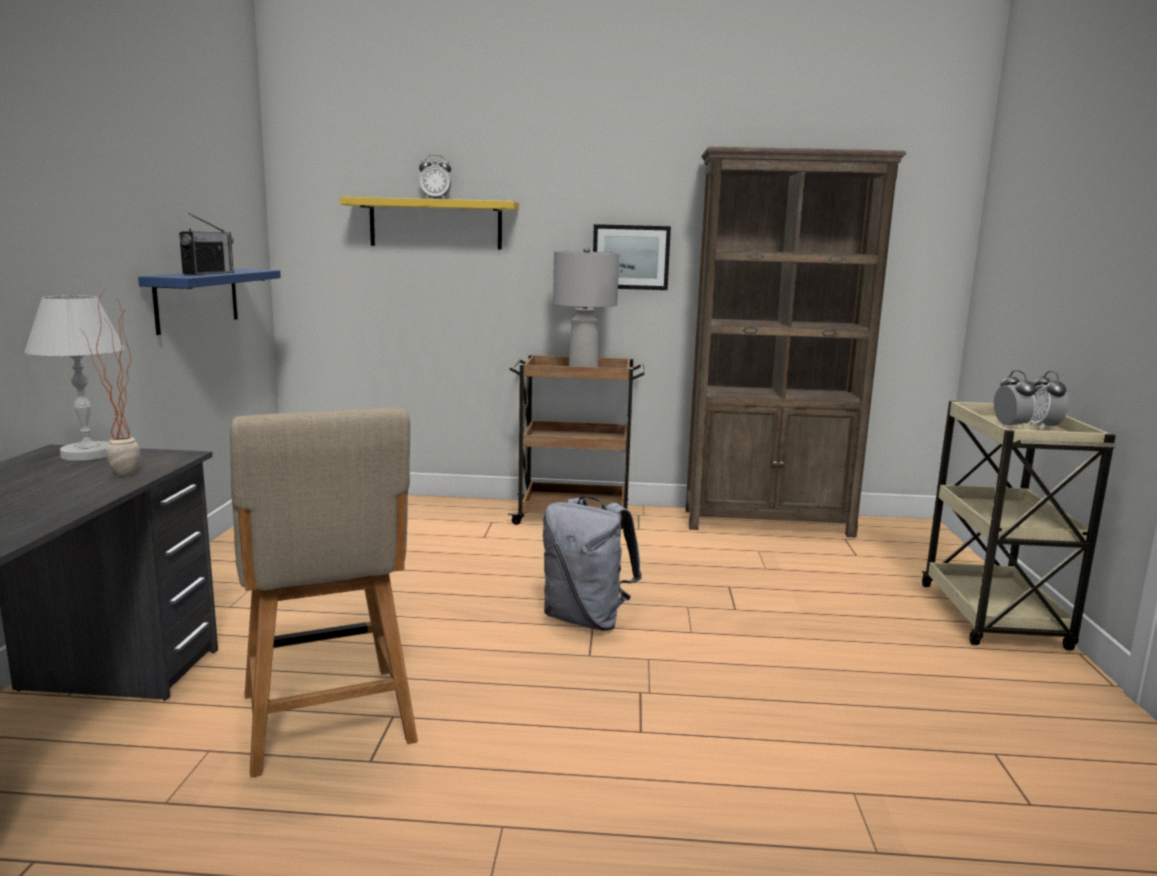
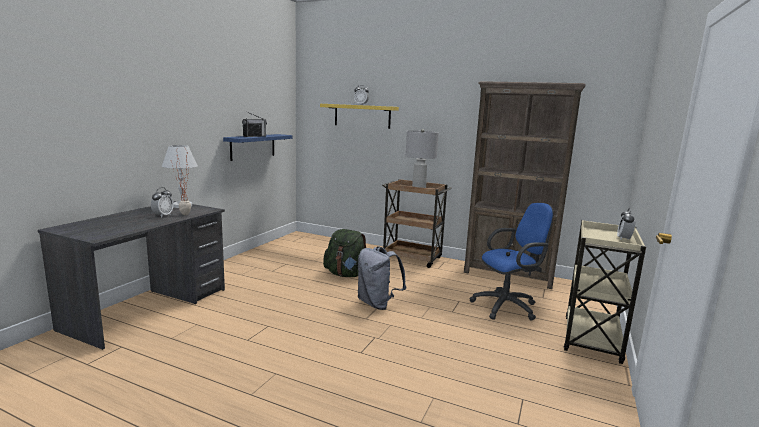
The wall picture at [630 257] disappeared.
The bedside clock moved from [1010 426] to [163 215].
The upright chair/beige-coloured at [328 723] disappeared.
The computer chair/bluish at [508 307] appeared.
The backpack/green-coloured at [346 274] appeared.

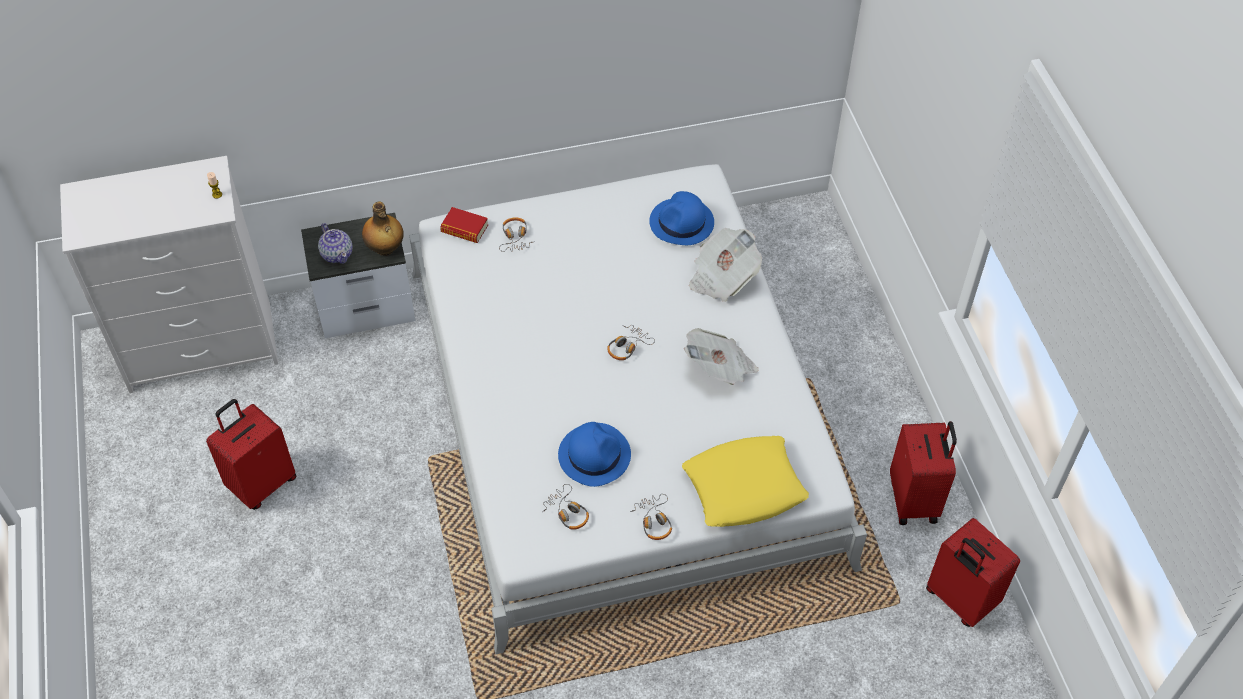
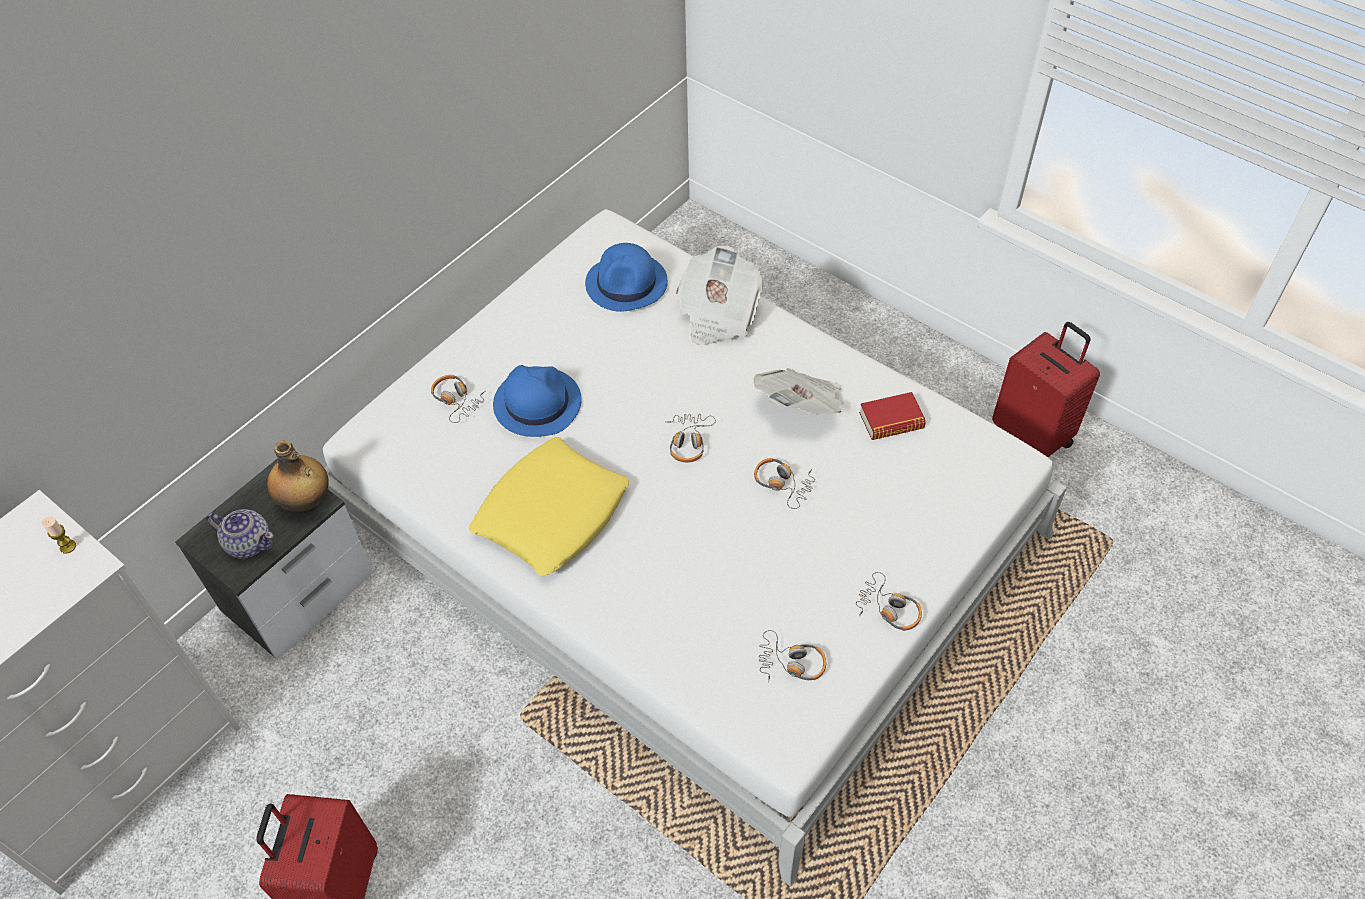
The bound book moved from [464 229] to [891 421].
The clothing hat/bluish moved from [594 454] to [537 402].
The cushion/yellow moved from [744 487] to [552 513].
The travel case/red-coloured at [959 599] disappeared.
The headset at [782 484] appeared.

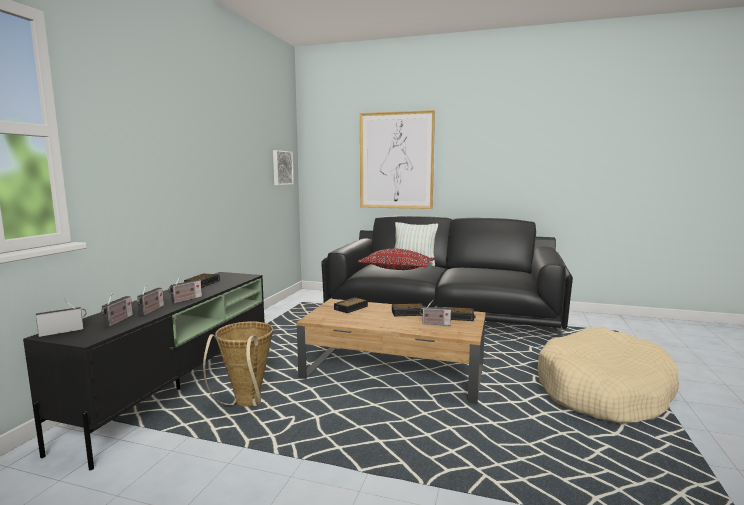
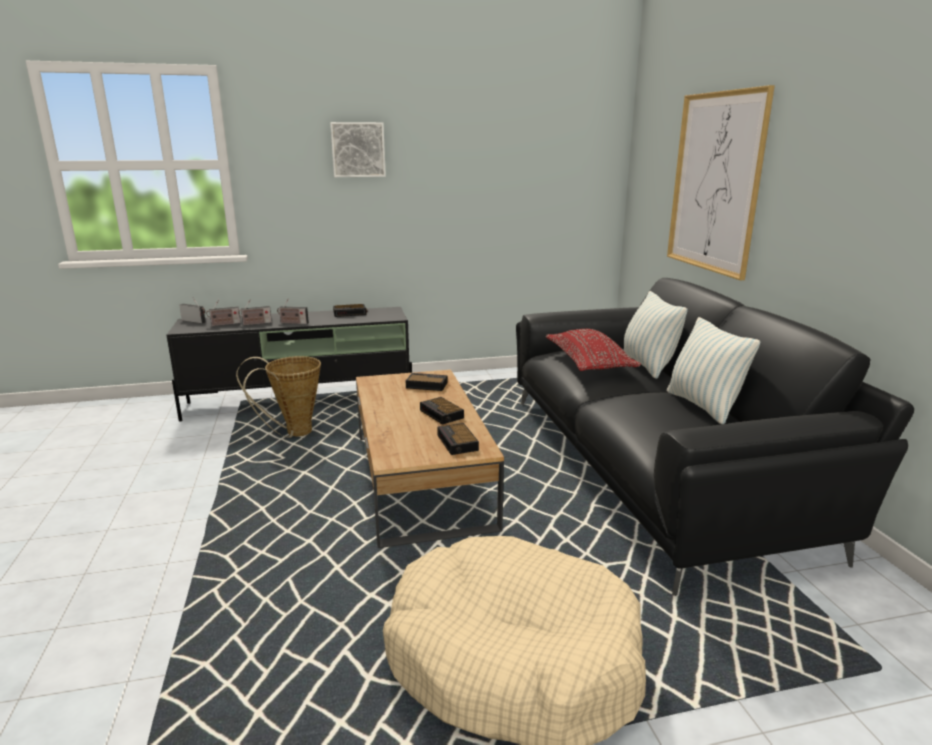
The wall picture moved from [281 168] to [358 149].
The radio receiver at [435 324] disappeared.
The cushion at [703 406] appeared.

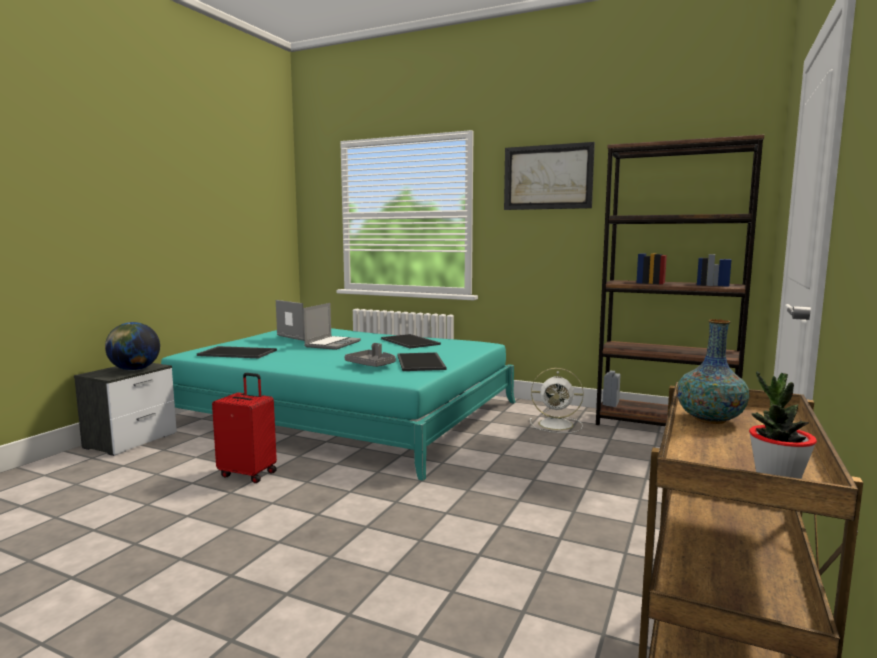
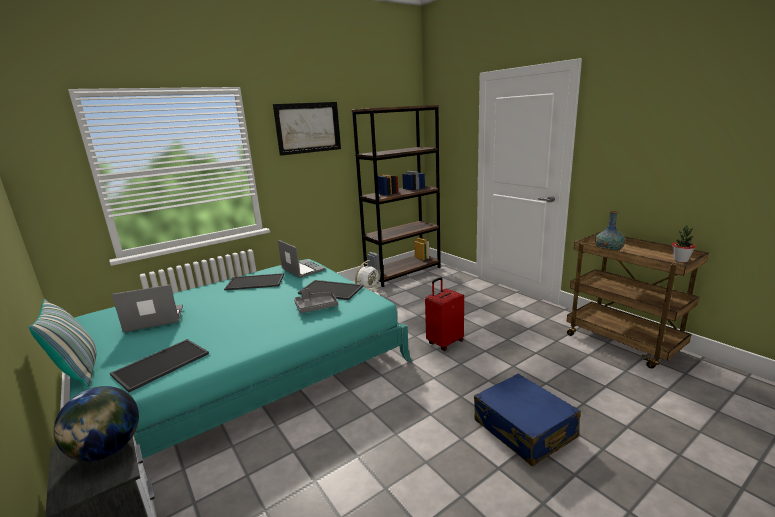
The laptop moved from [332 344] to [302 269].
The travel case/red-coloured moved from [249 473] to [444 342].
The cushion at [79 371] appeared.
The travel case/bluish at [524 429] appeared.

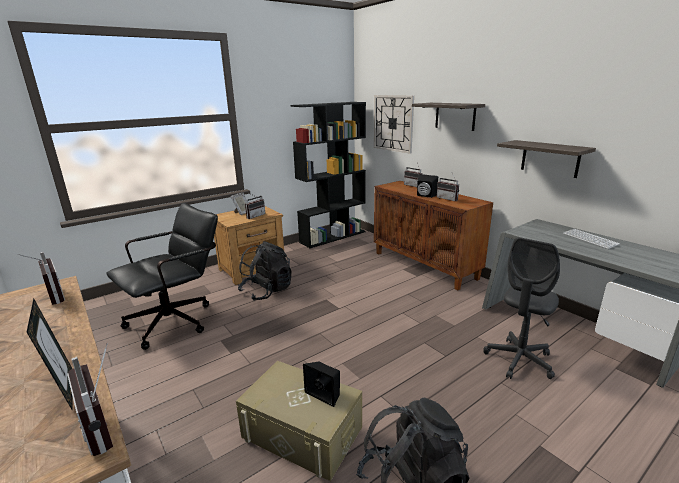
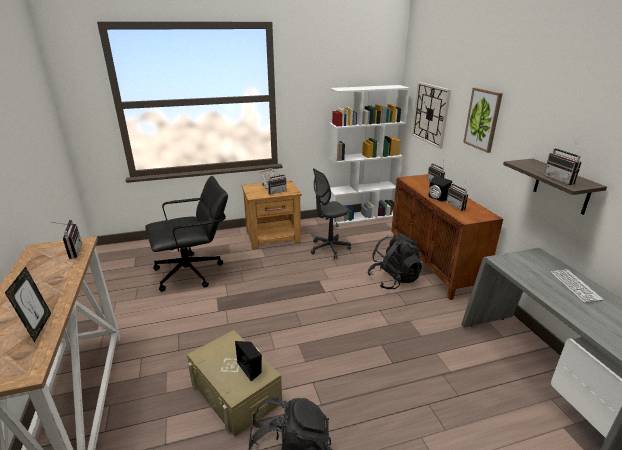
The bookshelf/black-coloured at [333 237] became the bookshelf/whitish at [362 216].
The shelf at [455 116] was replaced by the wall picture at [483 119].
The computer chair/grey moved from [519 360] to [329 248].
The backpack/black-coloured moved from [267 291] to [393 279].
The radio receiver moved from [107 425] to [561 180].

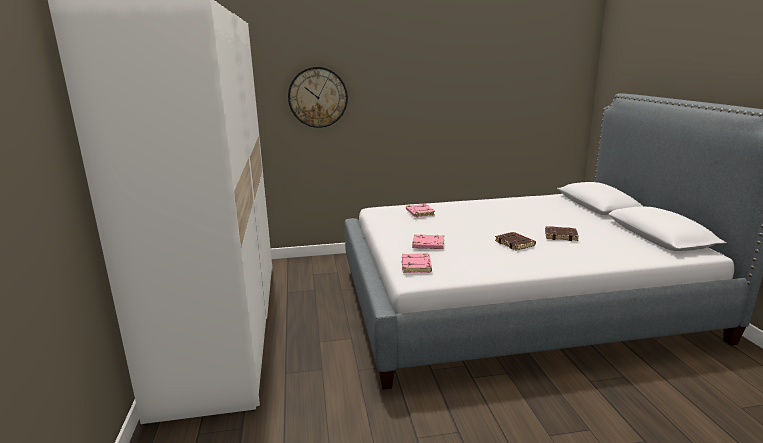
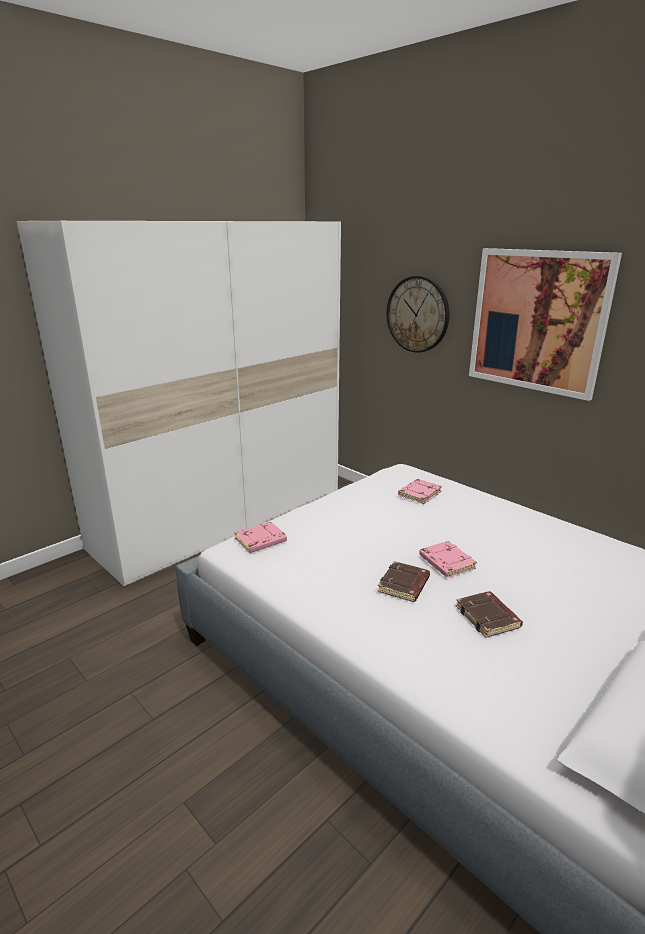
The bound book/pinkish moved from [427 245] to [445 562].
The wall picture at [537 321] appeared.

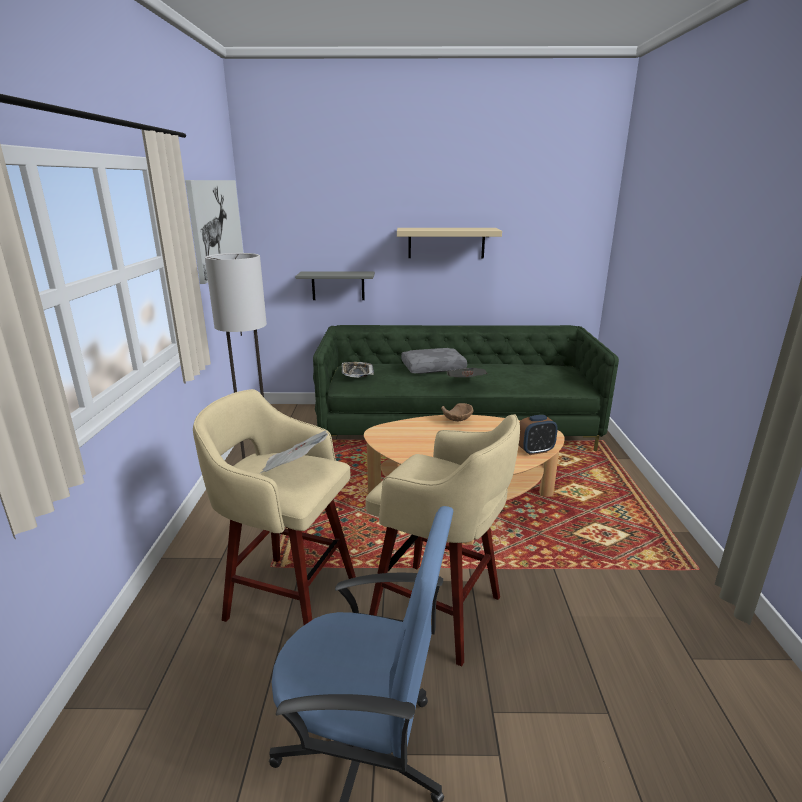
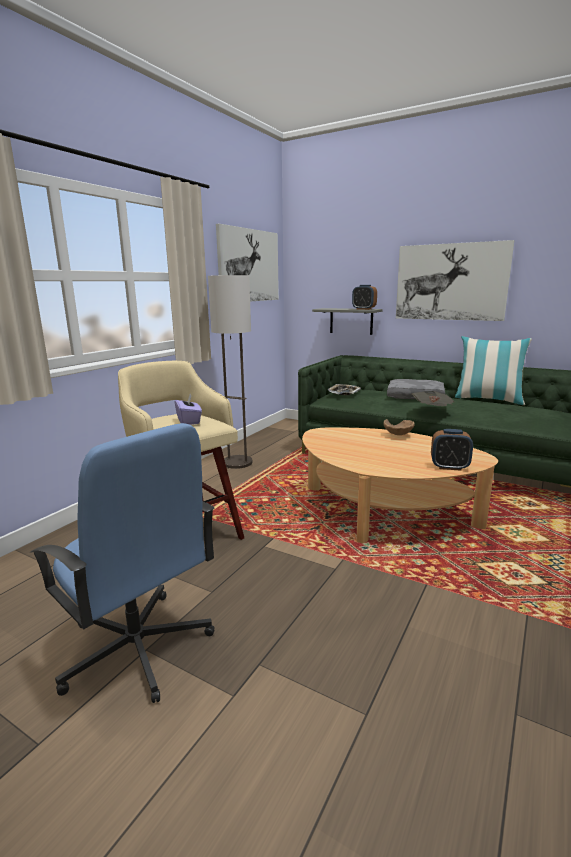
The shelf/beige-coloured at [446 243] was replaced by the wall picture at [450 282].
The sitting stool/beige-coloured at [440 612] disappeared.
The daily paper at [294 468] was replaced by the box of tissues/purple at [189 421].
The bedside clock at [364 309] appeared.
The cushion at [488 399] appeared.

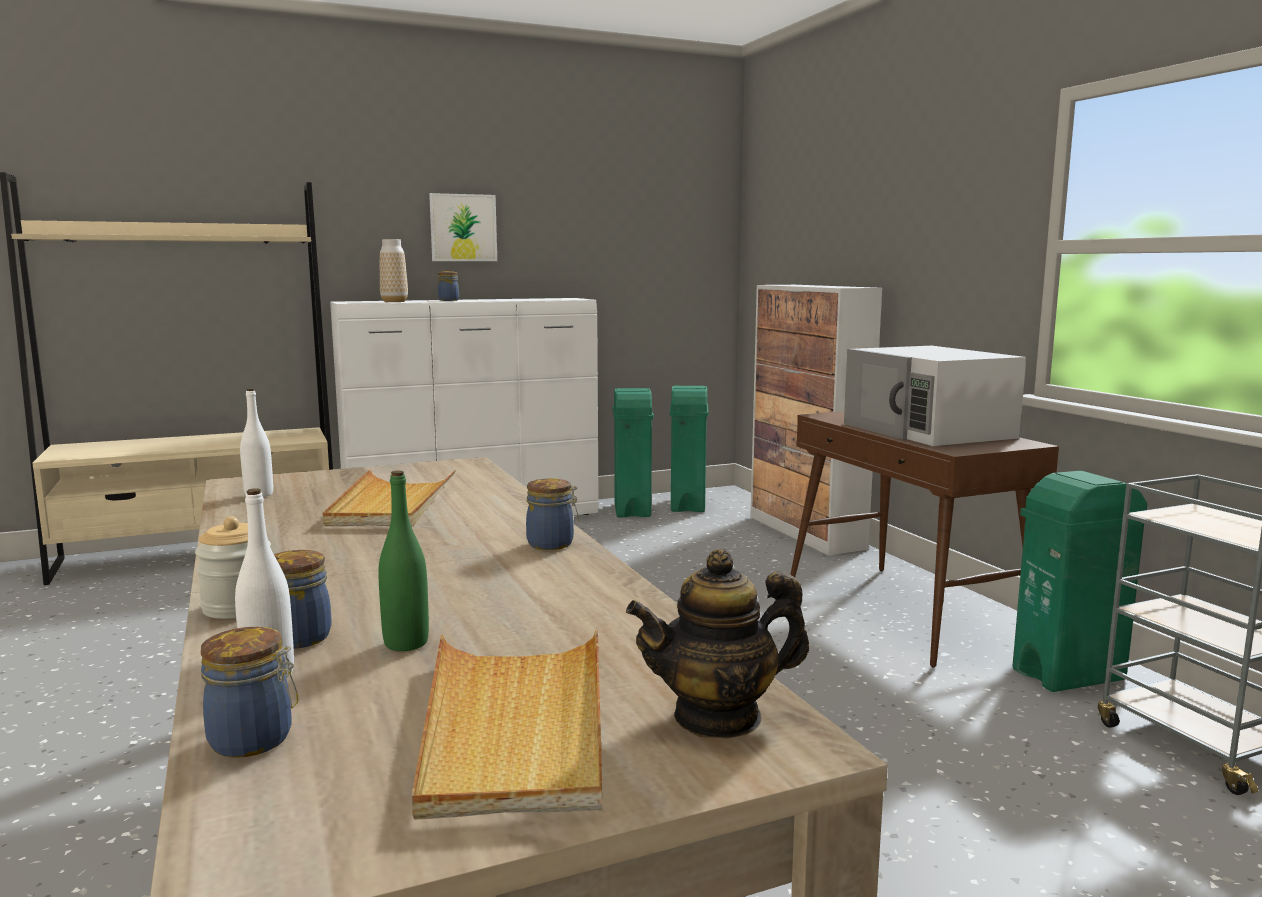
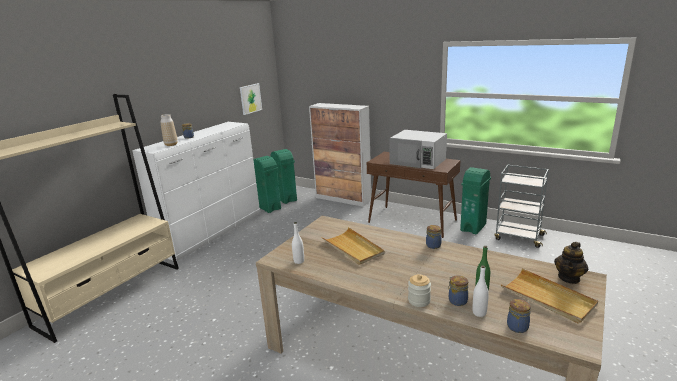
The wall picture moved from [463 228] to [250 98].

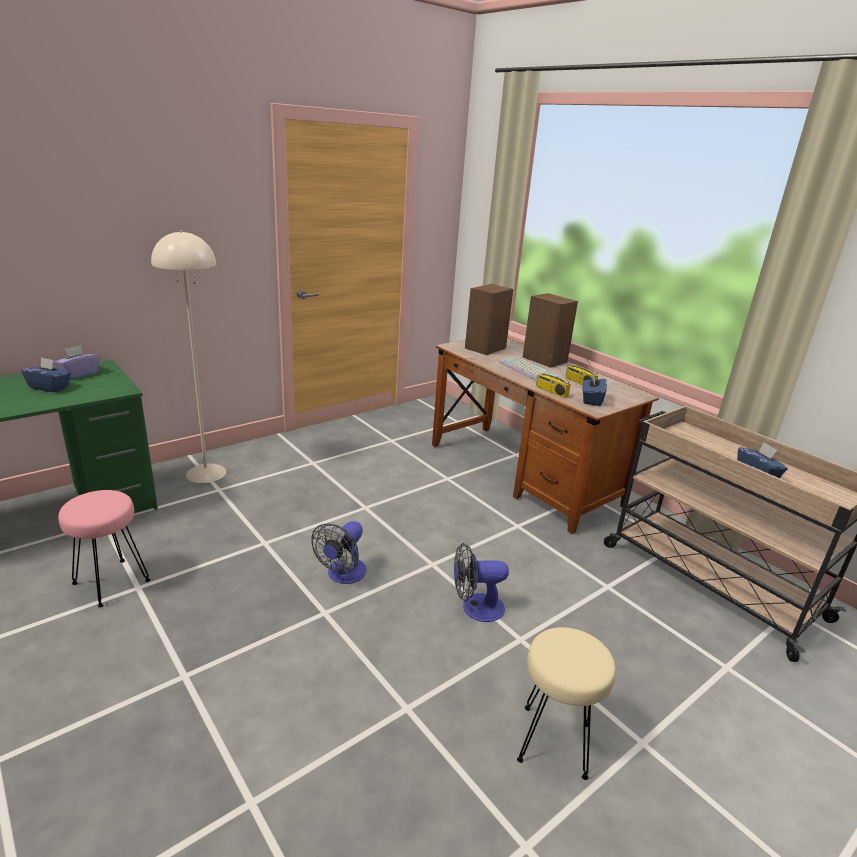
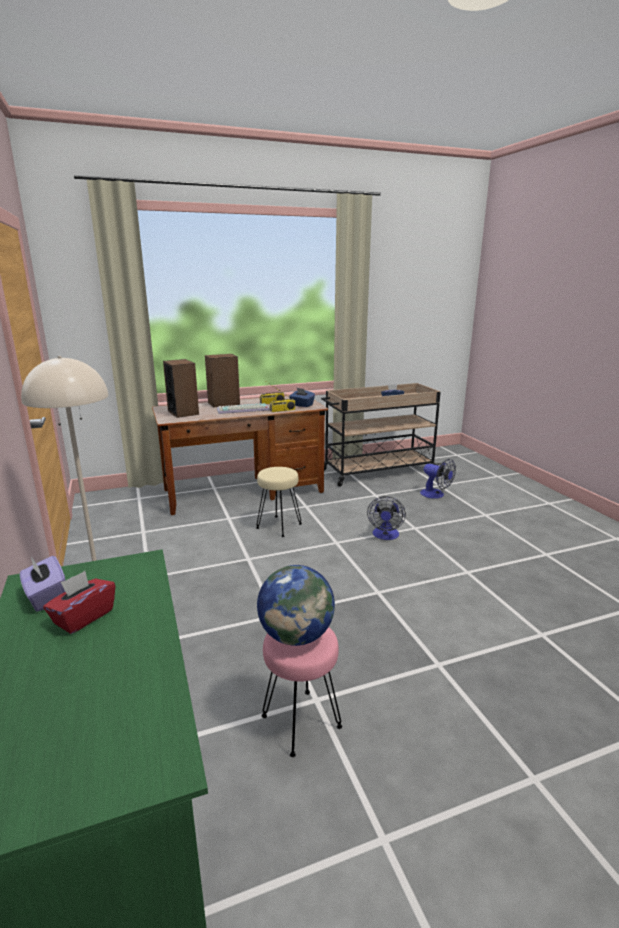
The box of tissues/bluish at [49 387] became the box of tissues/red-coloured at [83 617].
The fan moved from [343 575] to [436 495].
The sitting stool/beige-coloured moved from [553 741] to [278 526].
The world globe at [296 636] appeared.

